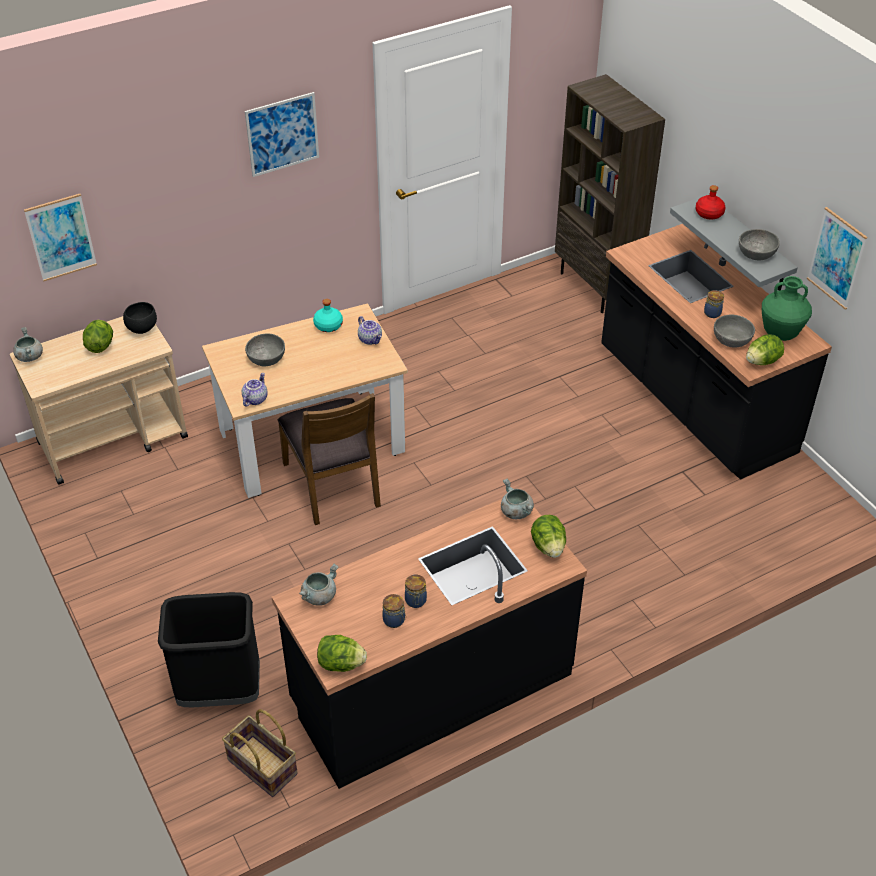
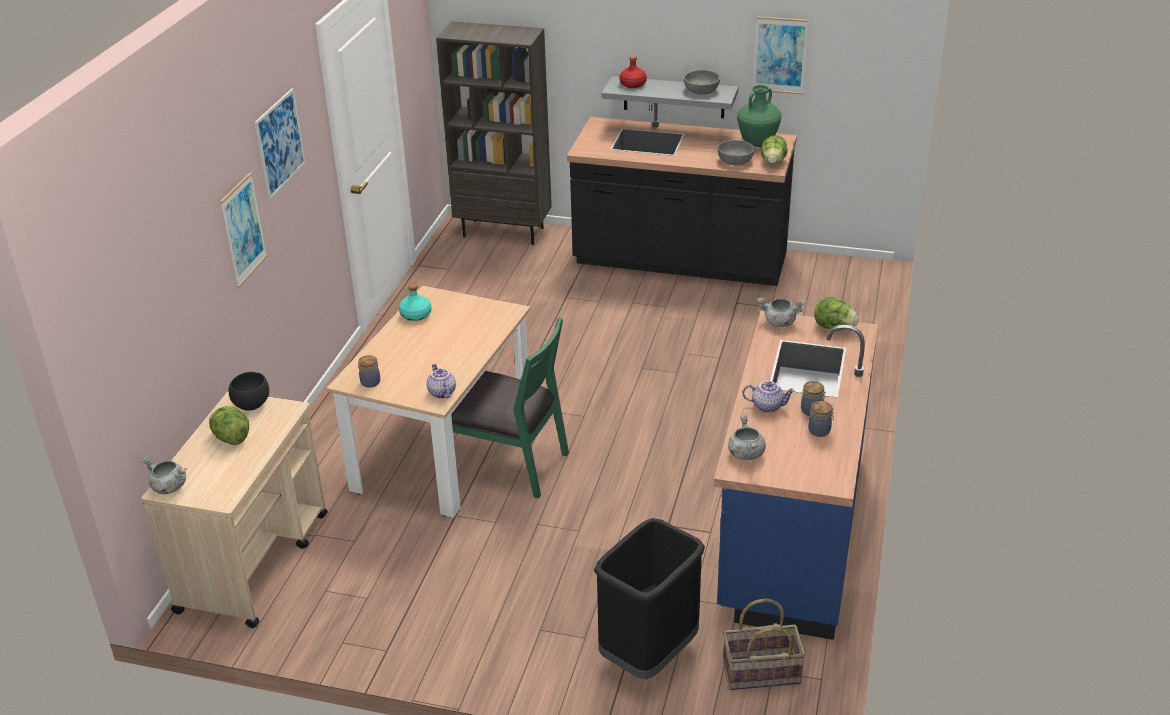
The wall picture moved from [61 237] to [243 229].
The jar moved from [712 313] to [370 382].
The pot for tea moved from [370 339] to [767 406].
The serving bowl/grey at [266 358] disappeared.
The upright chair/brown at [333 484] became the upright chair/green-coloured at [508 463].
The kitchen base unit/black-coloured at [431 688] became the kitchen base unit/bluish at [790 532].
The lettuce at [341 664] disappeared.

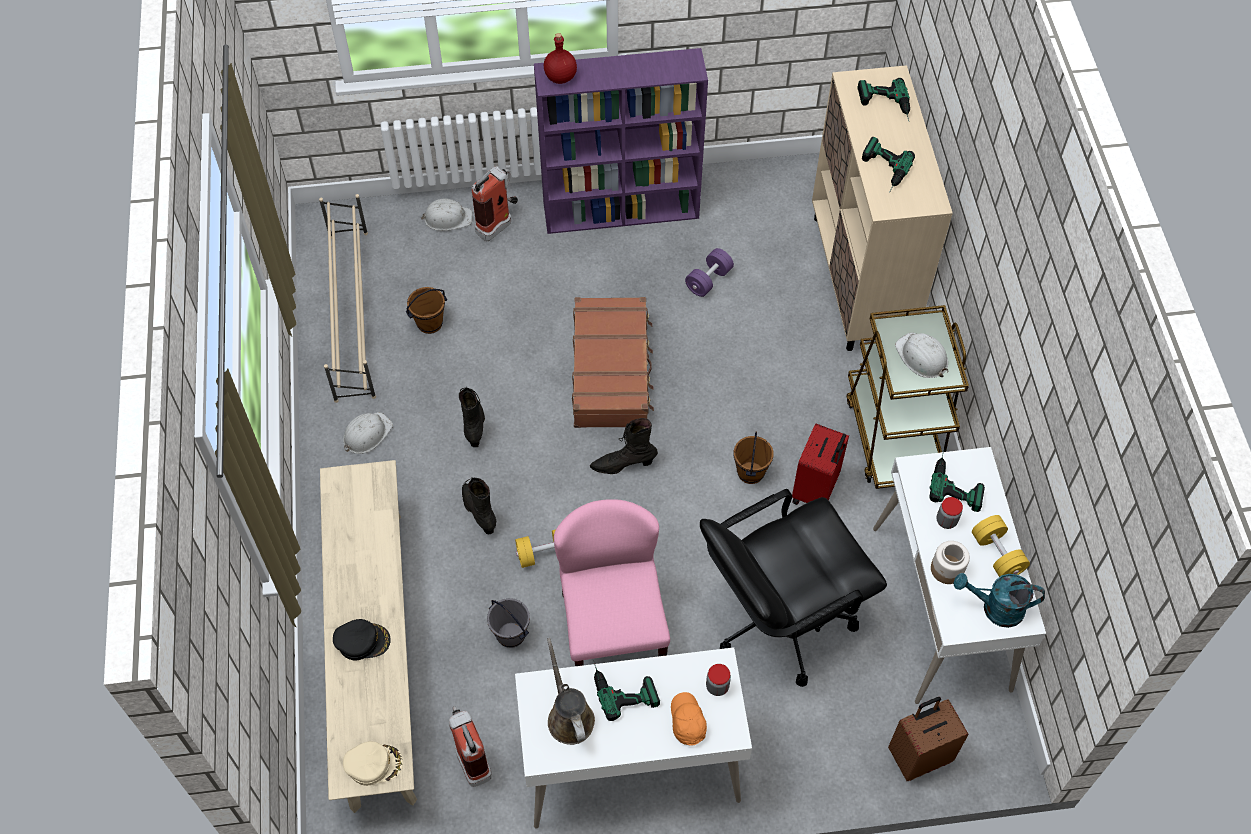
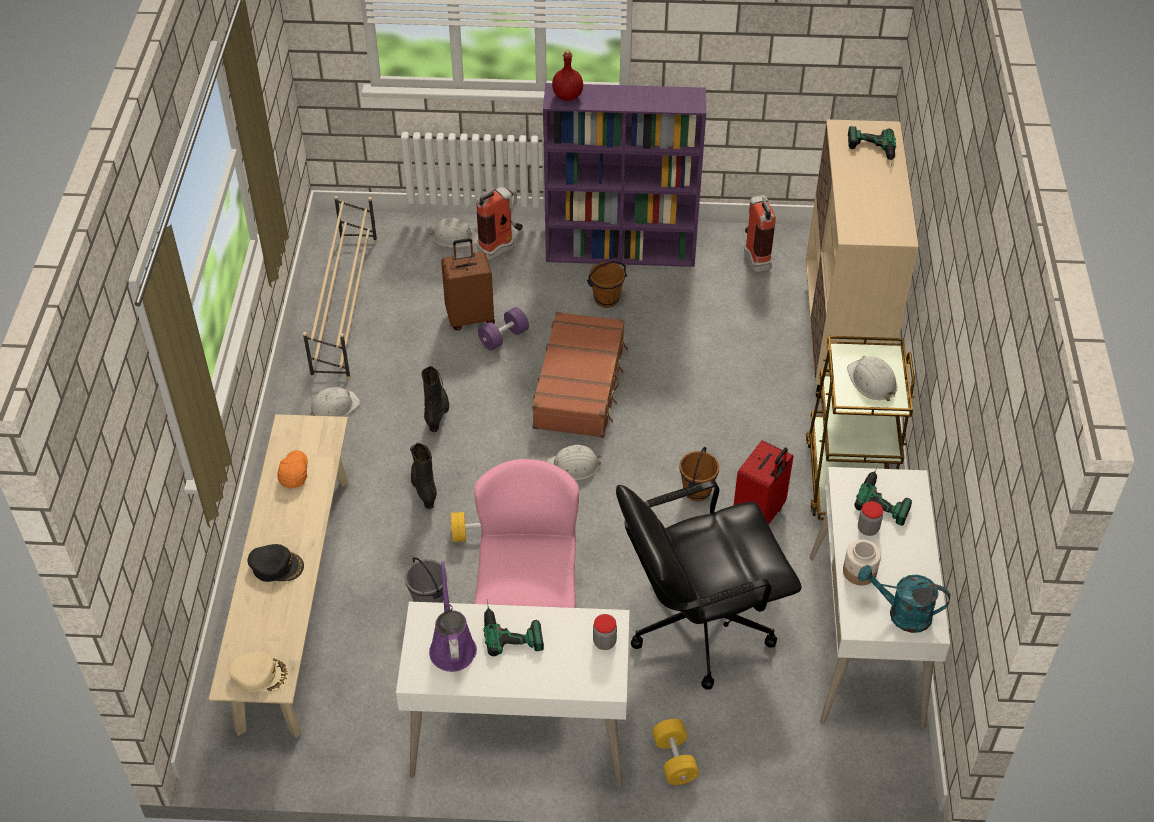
The drill at [882 170] disappeared.
The dumbbell/purple moved from [708 280] to [503 337].
The pail/brown moved from [430 324] to [606 300].
The boot/black-coloured at [623 464] was replaced by the safety helmet/whitish at [573 467].
The dumbbell/yellow moved from [997 554] to [674 759].
The watering can/brown at [569 716] became the watering can/purple at [452 646].
The peaked cap/orange moved from [687 722] to [294 473].
The travel case/brown moved from [919 756] to [470 317].
The fire extinguisher moved from [470 757] to [754 257].

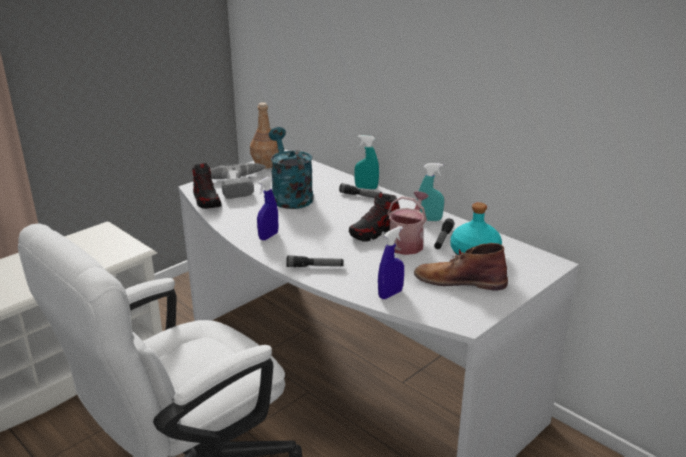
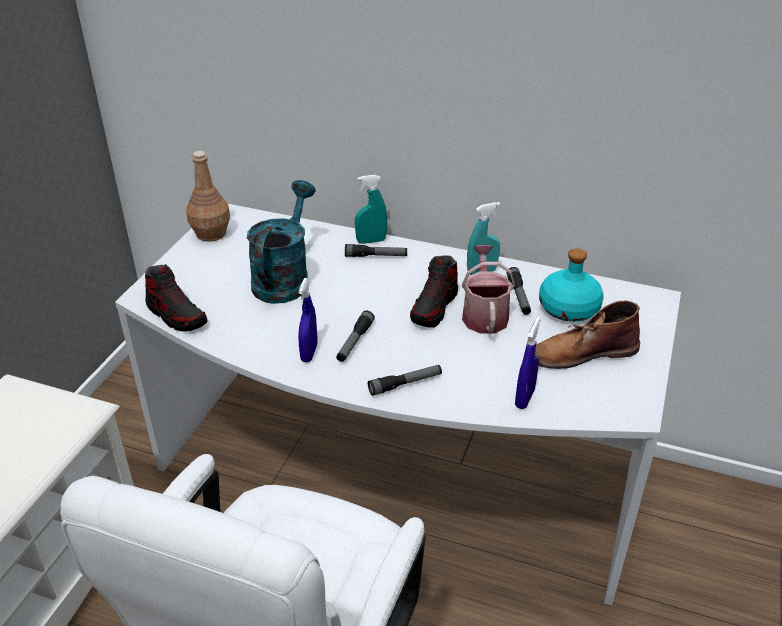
The watering can/turquoise-coloured at [289 195] turned 60 degrees clockwise.
The drill at [243 185] disappeared.
The hand torch at [354 342] appeared.

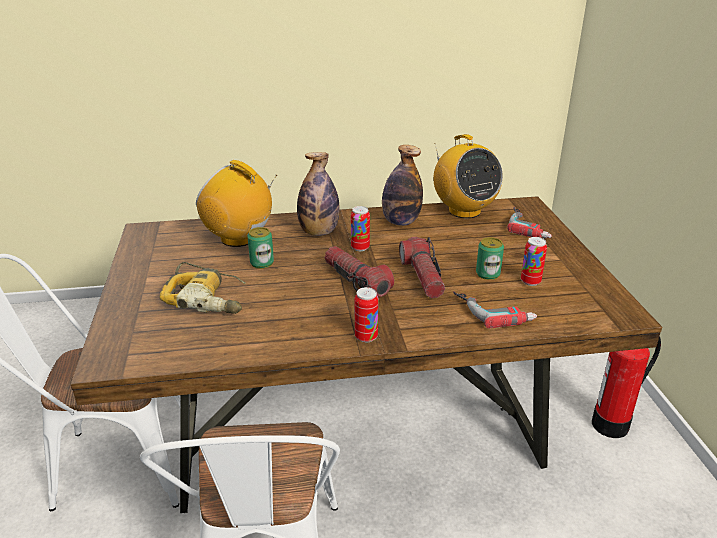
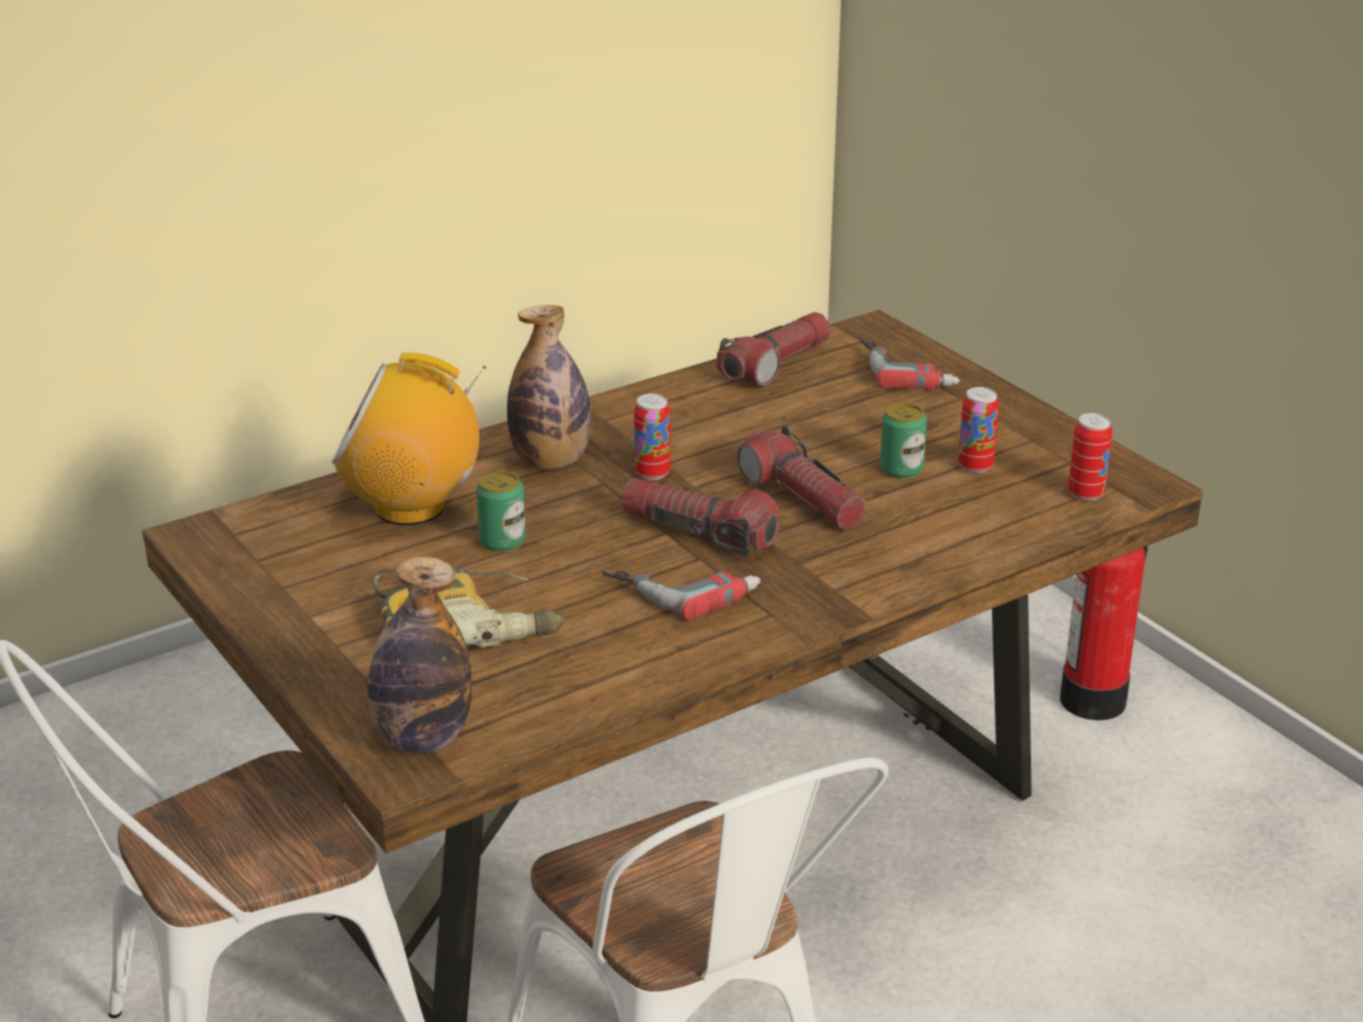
The radio receiver at [464 211] was replaced by the hand torch at [775 365].
The drink bottle moved from [400 222] to [422 738].
The sealed can moved from [366 337] to [1085 494].
The drill moved from [493 310] to [683 588].

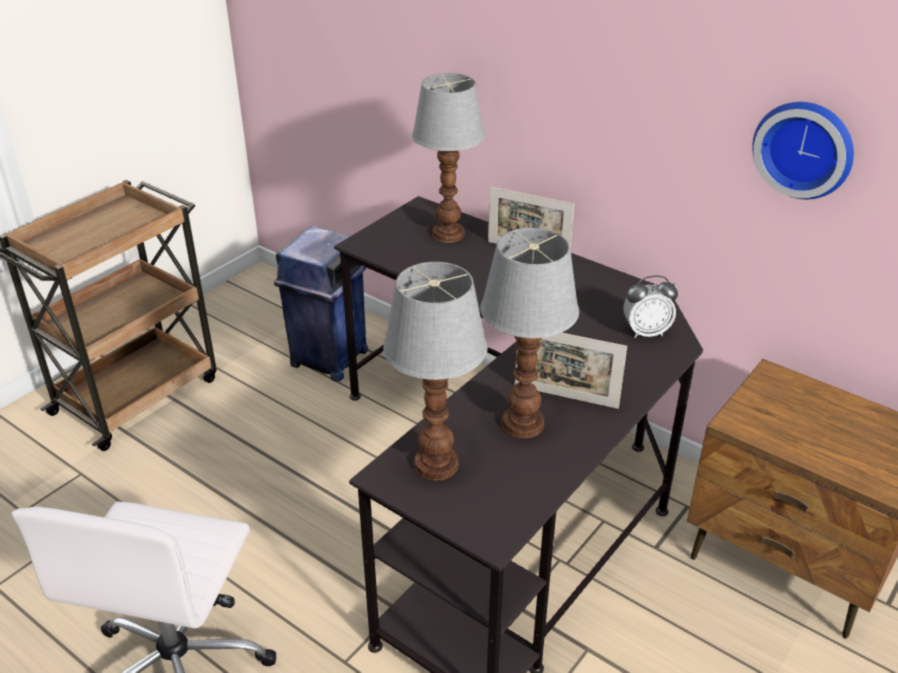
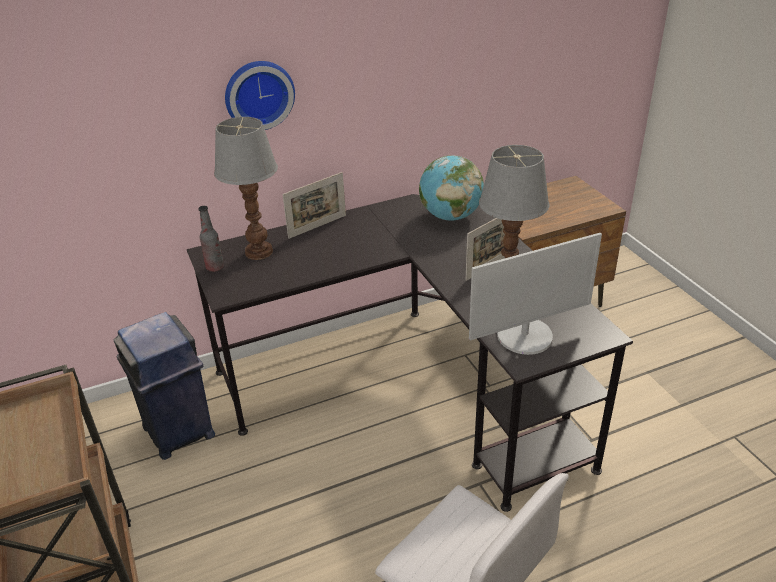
The wall clock moved from [805 148] to [258 94].
The table lamp at [437 465] was replaced by the computer display at [525 336].
The bedside clock at [646 332] was replaced by the world globe at [450 216].
The drink bottle at [215 268] appeared.

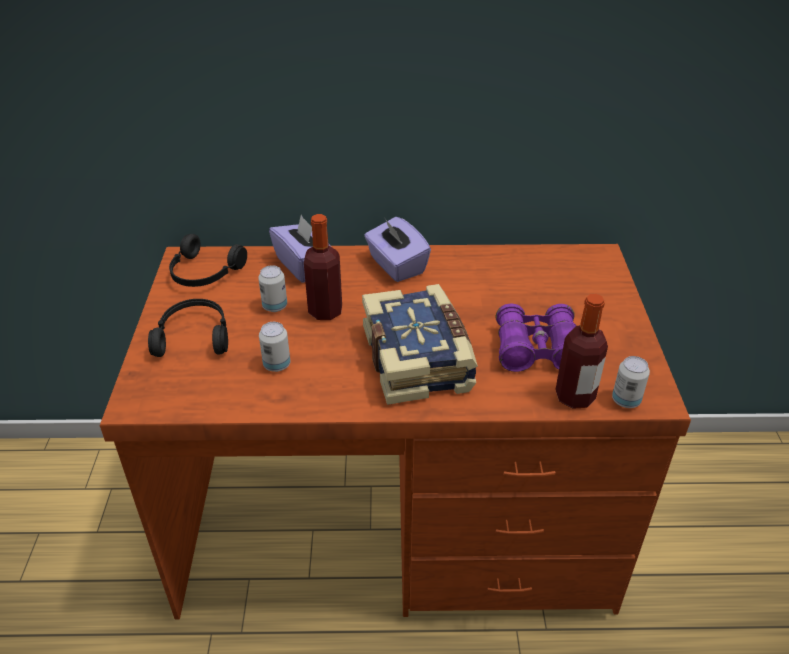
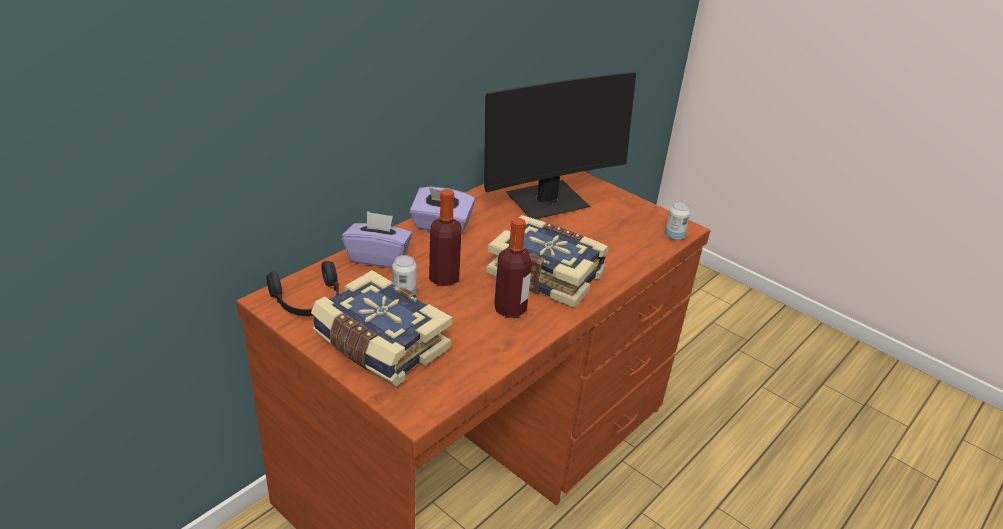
The drink bottle moved from [575 396] to [510 309].
The headset/black-coloured at [194 336] was replaced by the bound book at [379 345].
The binoculars/purple at [537 350] disappeared.
The sealed can at [277 365] disappeared.
The computer display at [547 201] appeared.

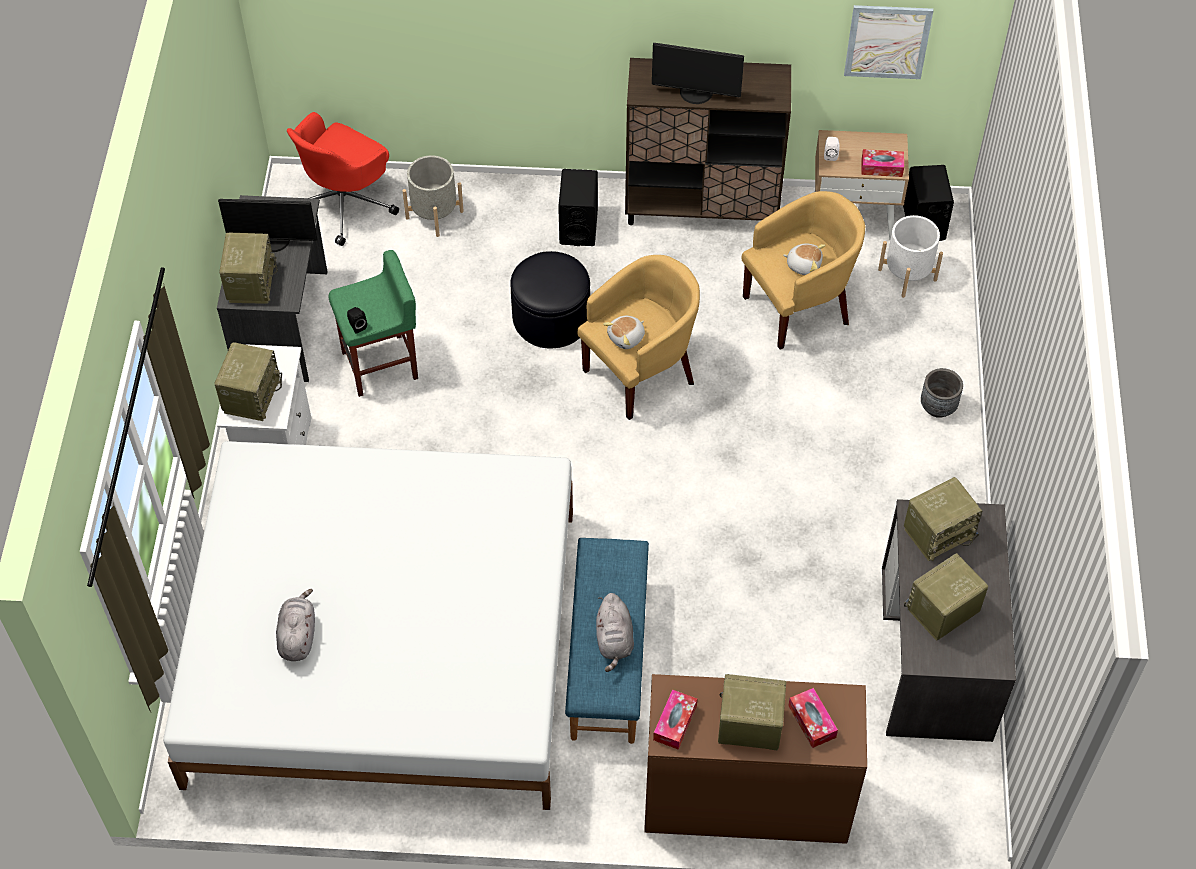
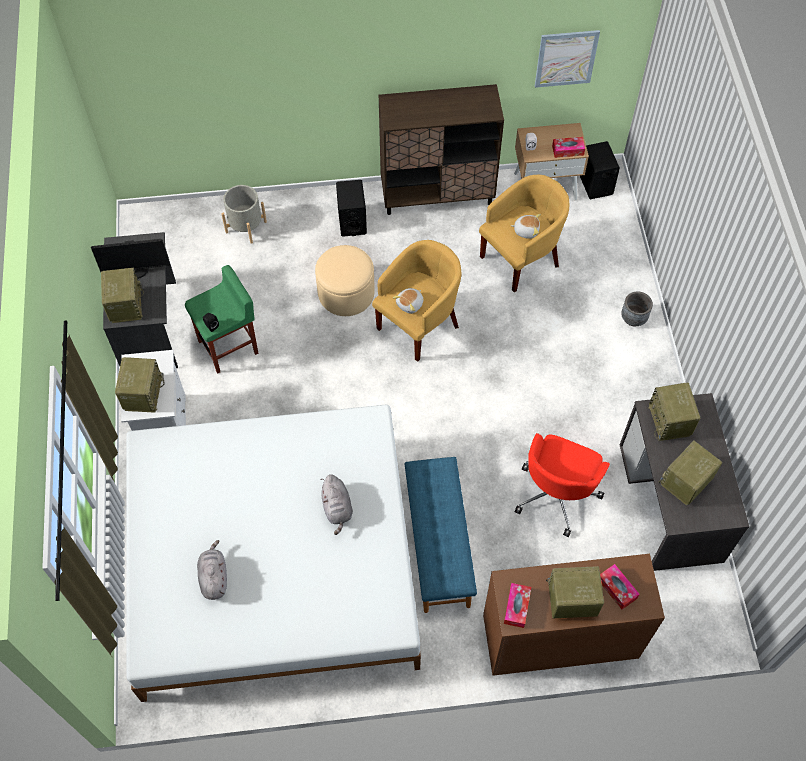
The computer display at [696 93] disappeared.
The computer chair/red-coloured moved from [345 203] to [557 494].
The plant pot/whitish at [907 274] disappeared.
The pouffe/black-coloured at [551 318] became the pouffe/beige-coloured at [346 292].
The radio receiver at [939 532] turned 120 degrees clockwise.
The soft toy/grey moved from [614 640] to [337 508].

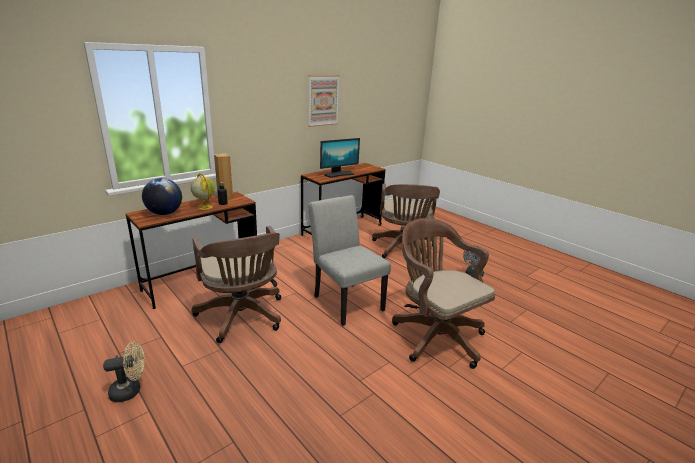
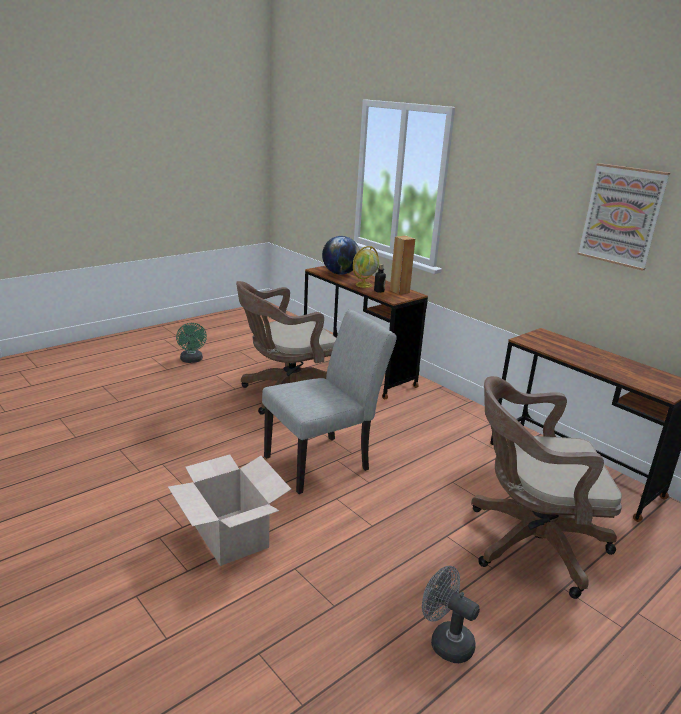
The computer display at [339 174] disappeared.
The computer chair/brown at [434 335] was replaced by the cardboard box at [232 536].
The fan/beige-coloured at [130 390] became the fan/green-coloured at [192 360].

